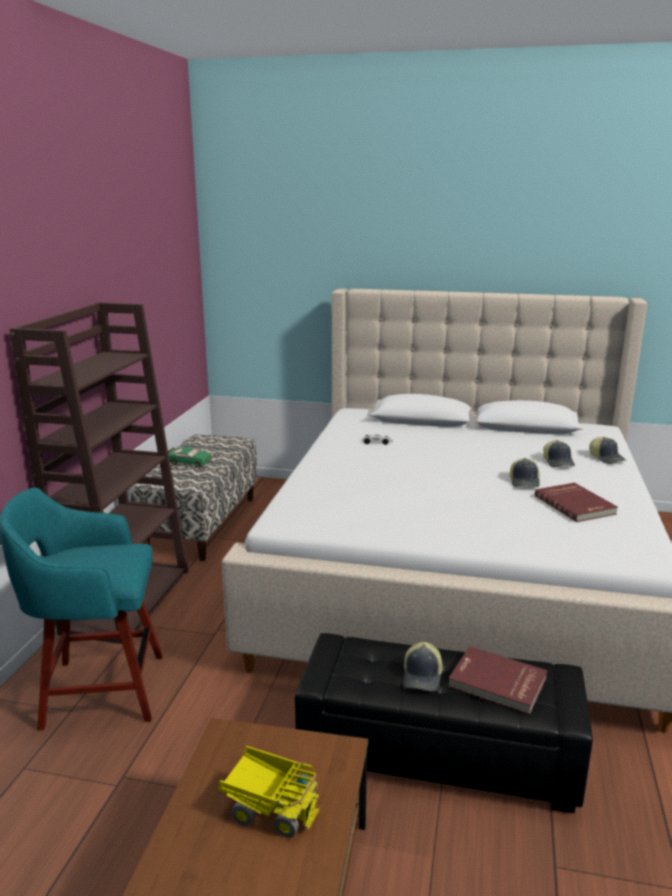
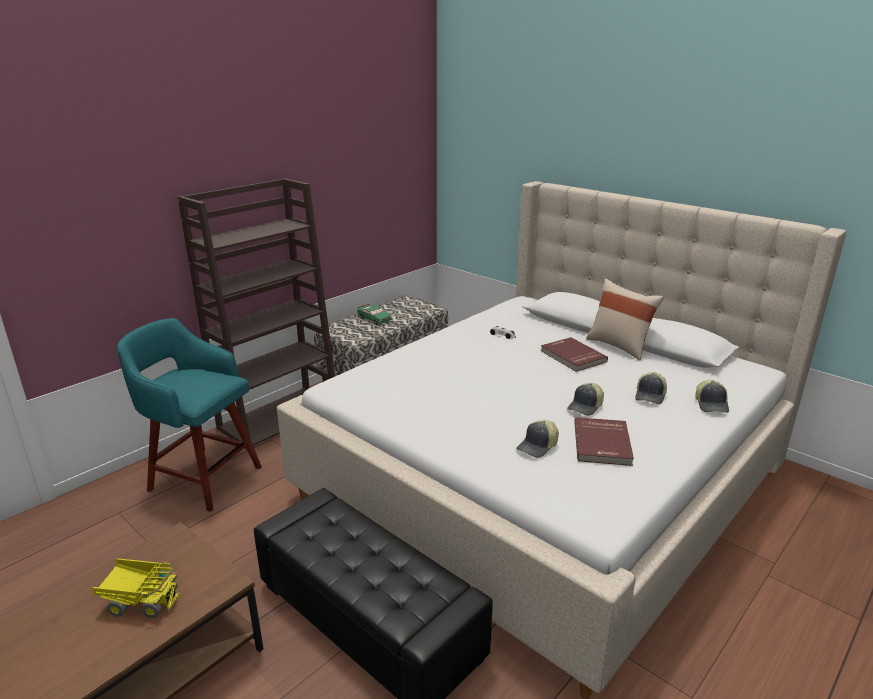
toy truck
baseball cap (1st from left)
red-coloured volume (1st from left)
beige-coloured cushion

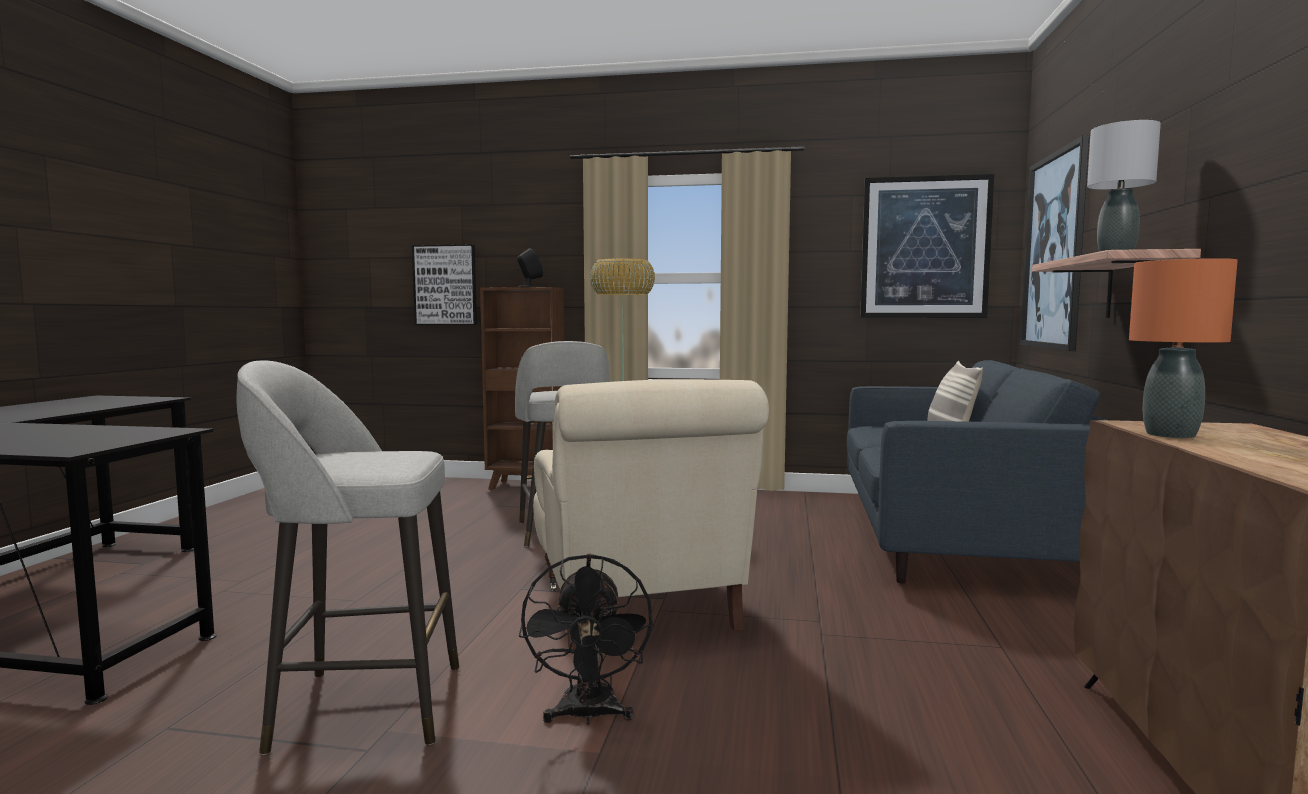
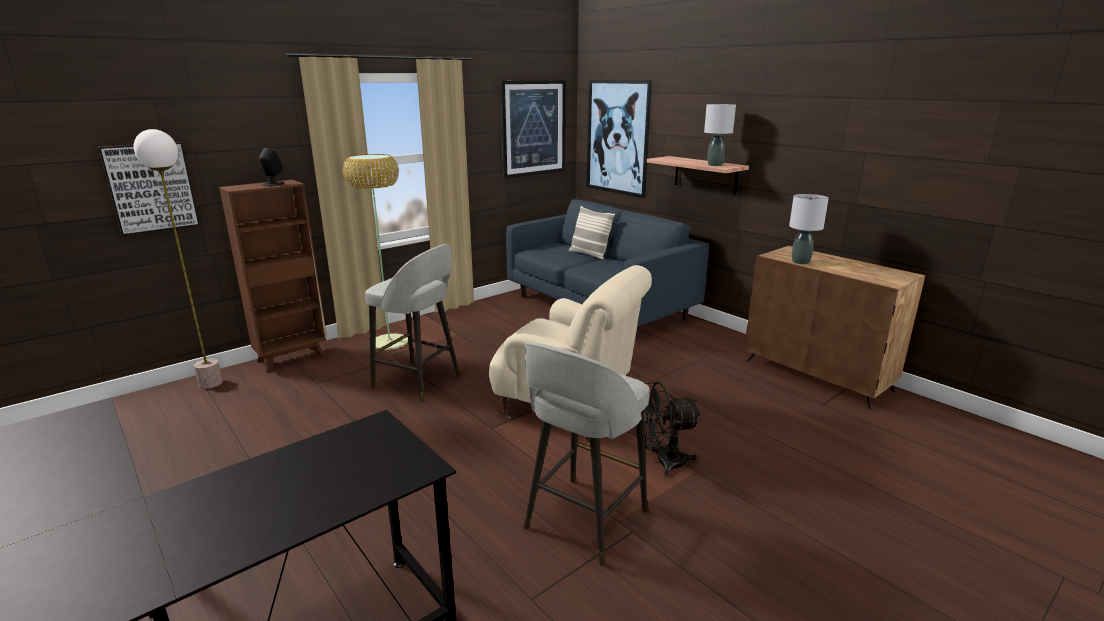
black electric fan
greyish tabletop lamp (2nd from left)
floor lamp (1st from left)

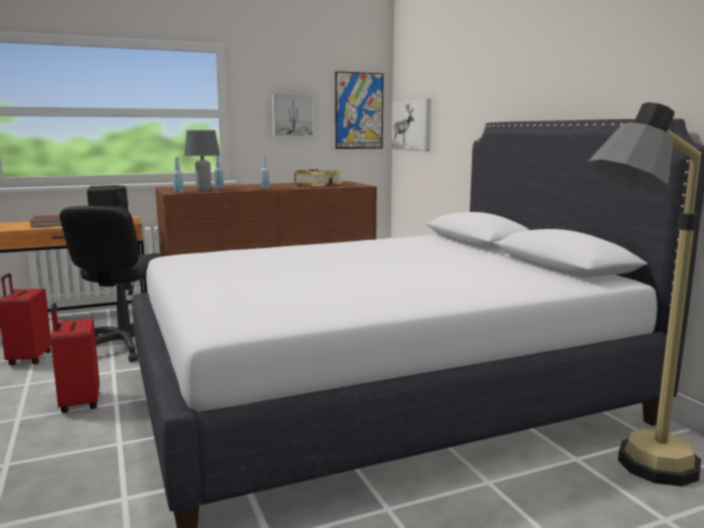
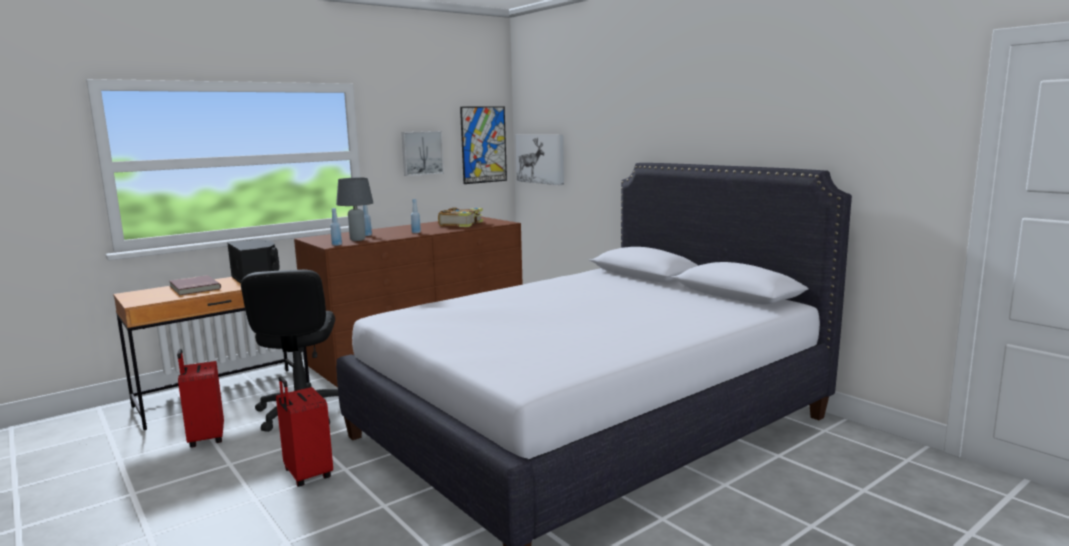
floor lamp

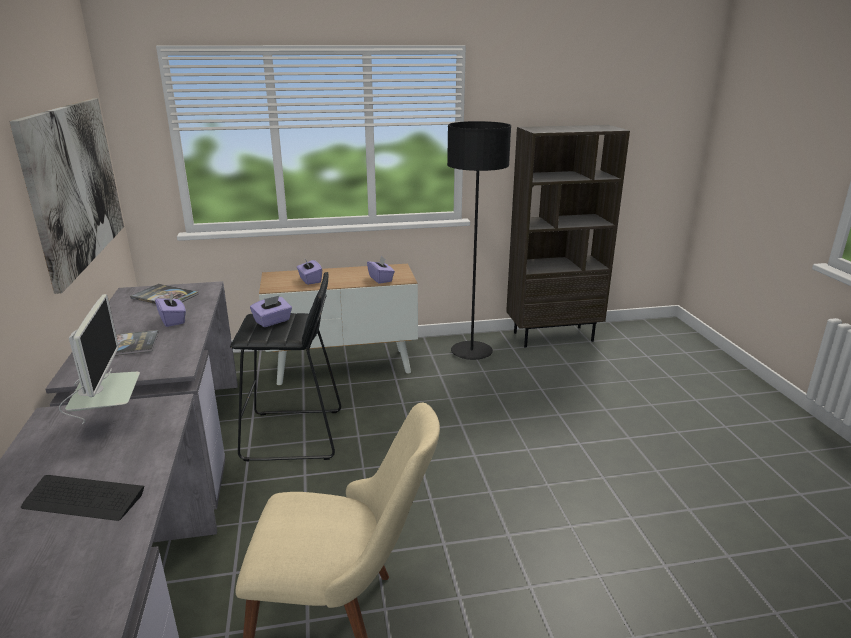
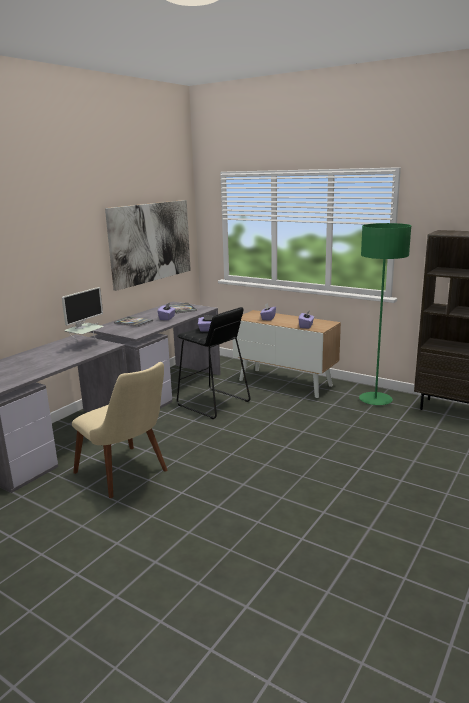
computer keyboard
green floor lamp

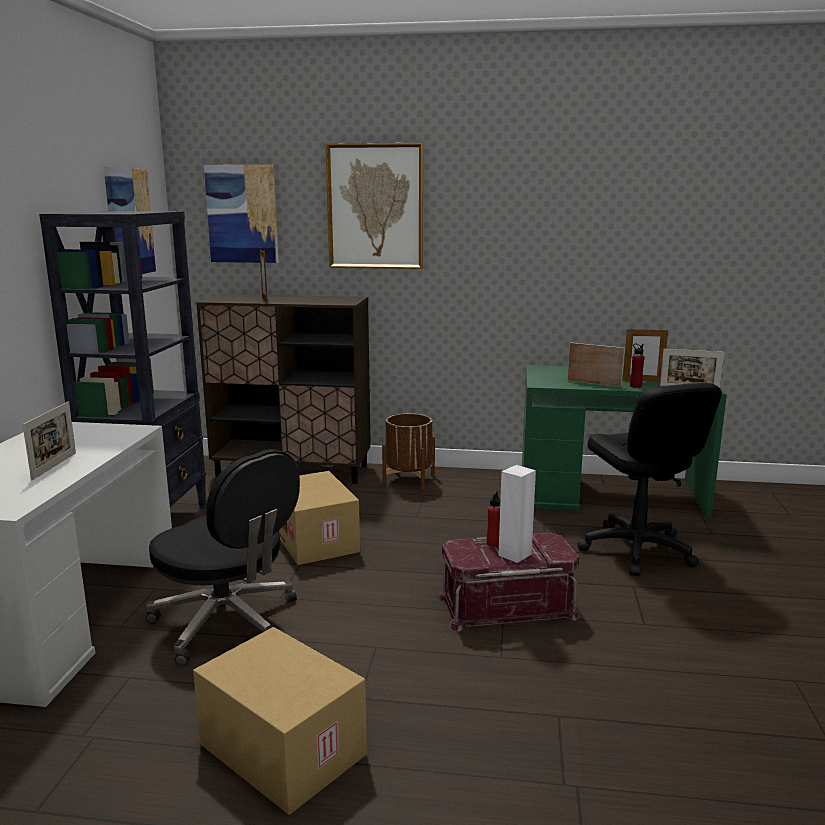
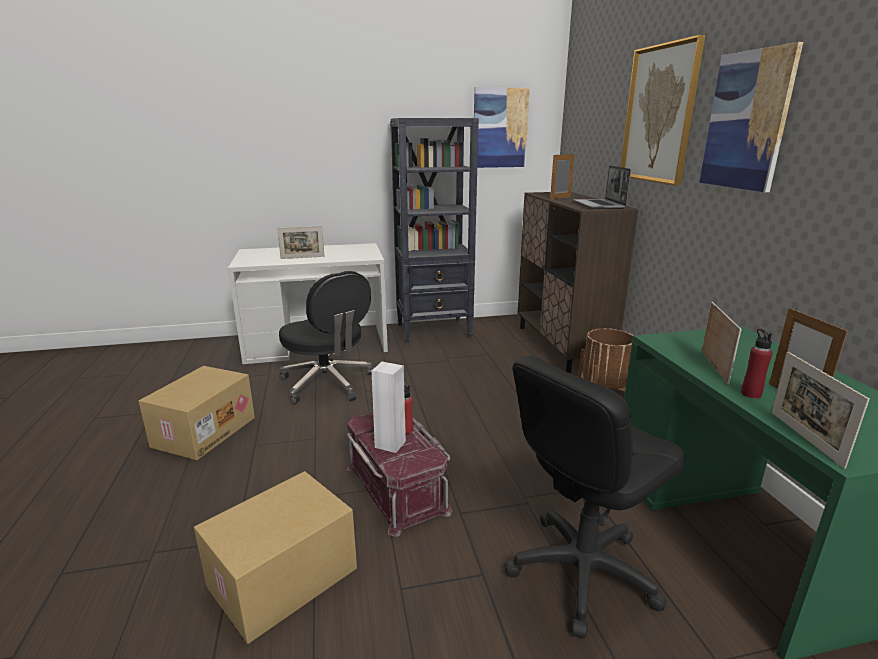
black computer chair (1st from left)
wall art (3rd from left)
carton (2nd from left)
notebook computer

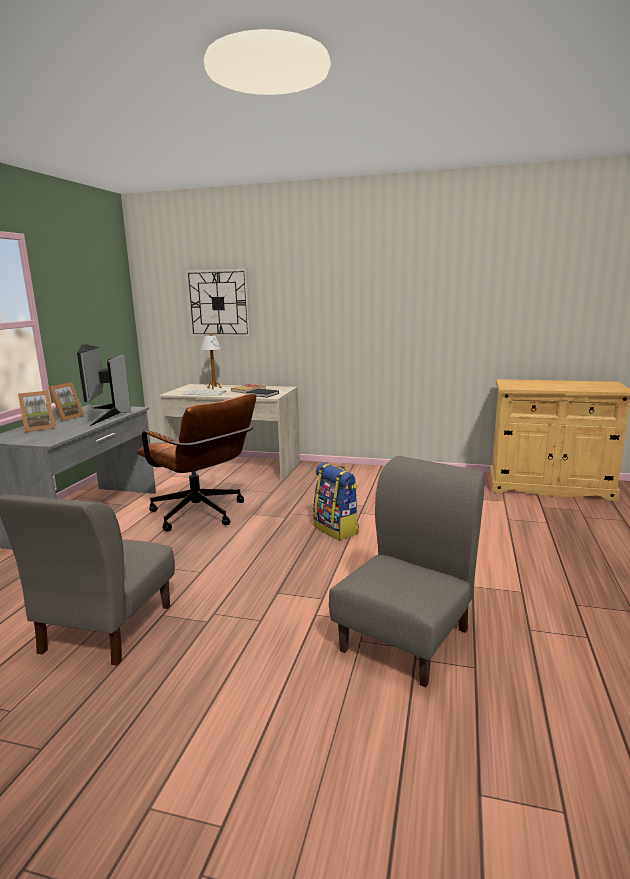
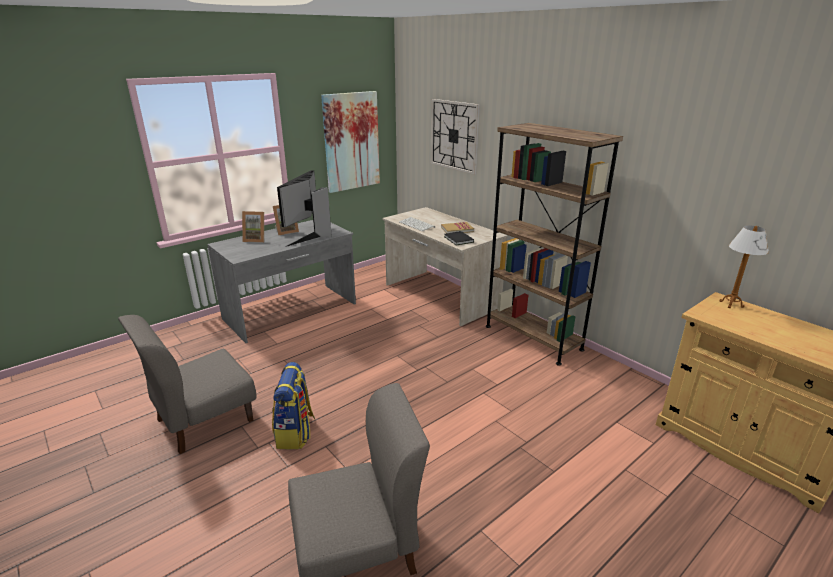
brown computer chair
tabletop lamp
backpack
wall art
brown shelving unit

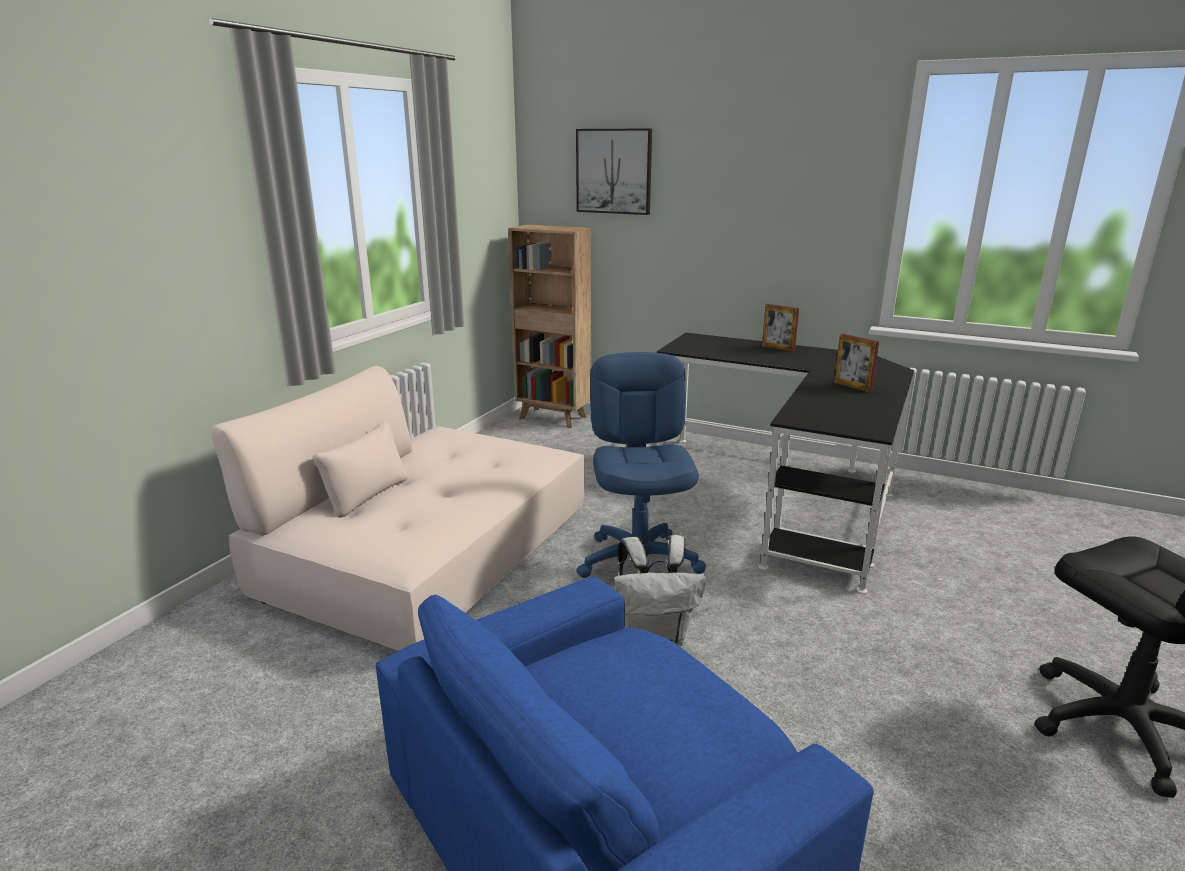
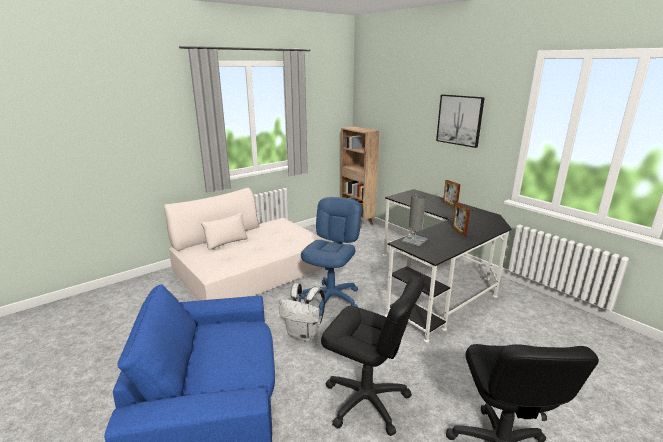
wall art
black computer chair (1st from left)
greyish tabletop lamp

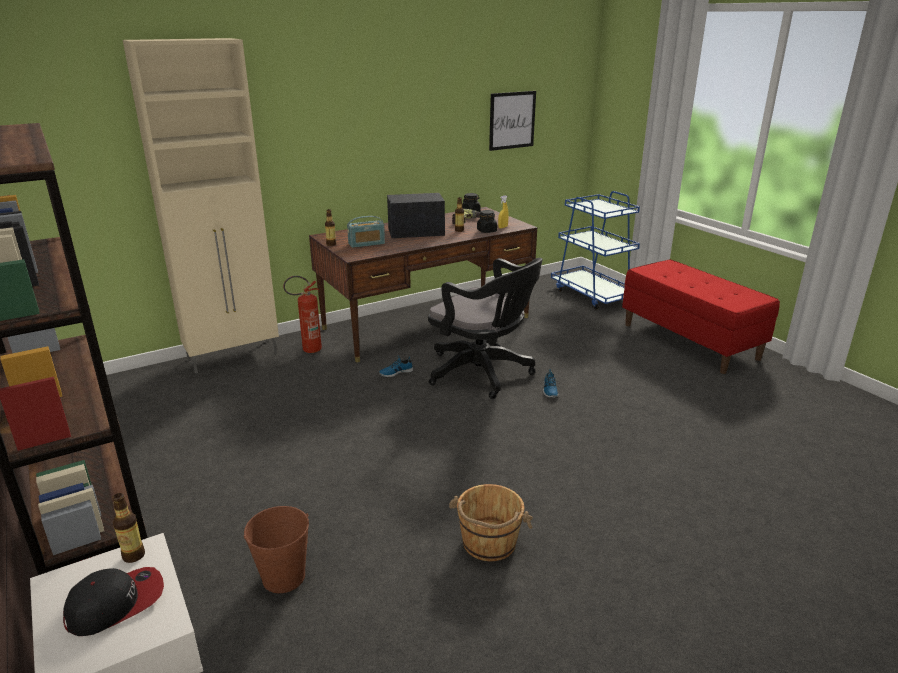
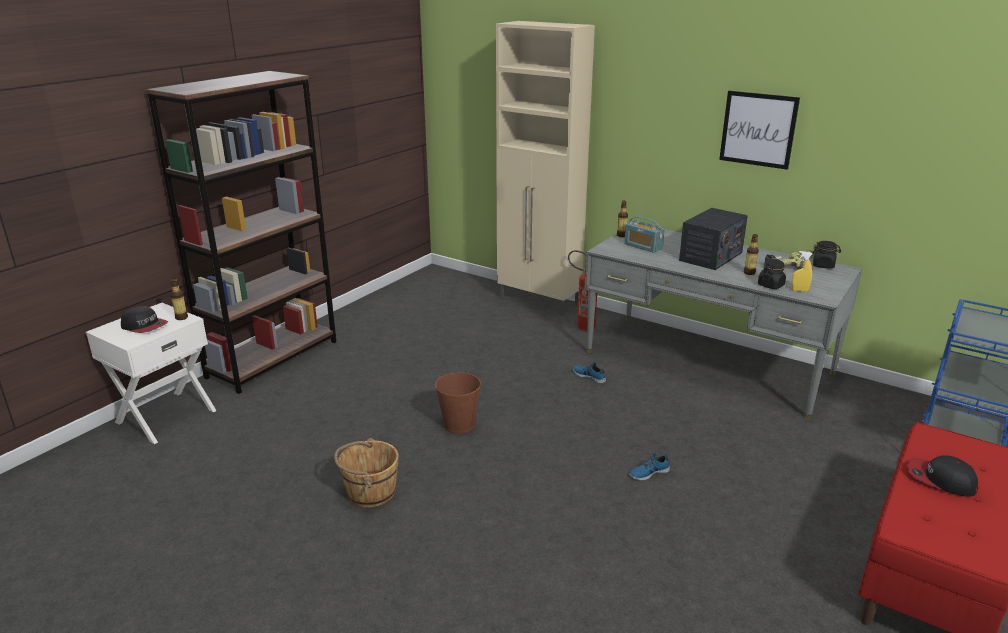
brown bucket (2nd from left)
greyish desk
radio set (2nd from left)
black computer chair
wall art
baseball cap (2nd from left)

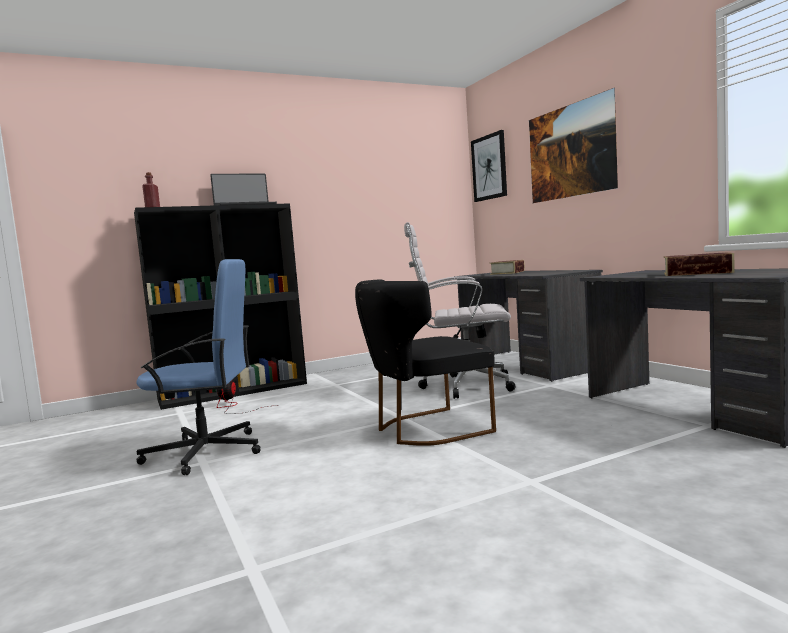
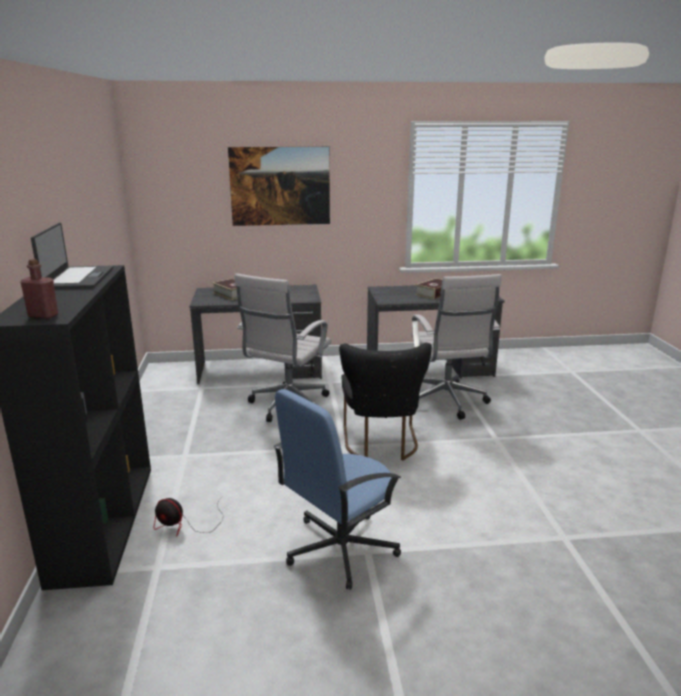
bluish computer chair
wall art (1st from left in the first image)
white-coloured computer chair (2nd from left)

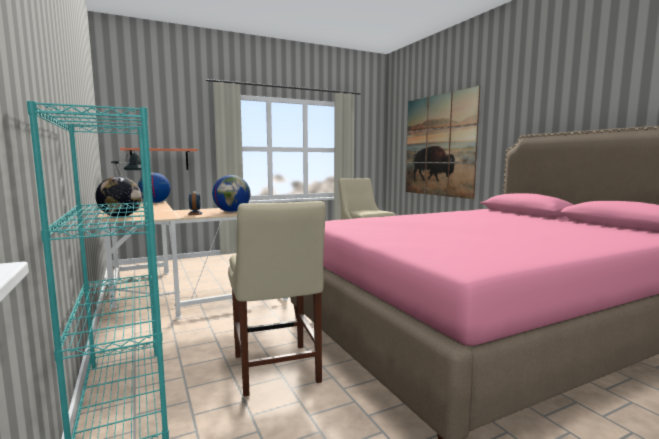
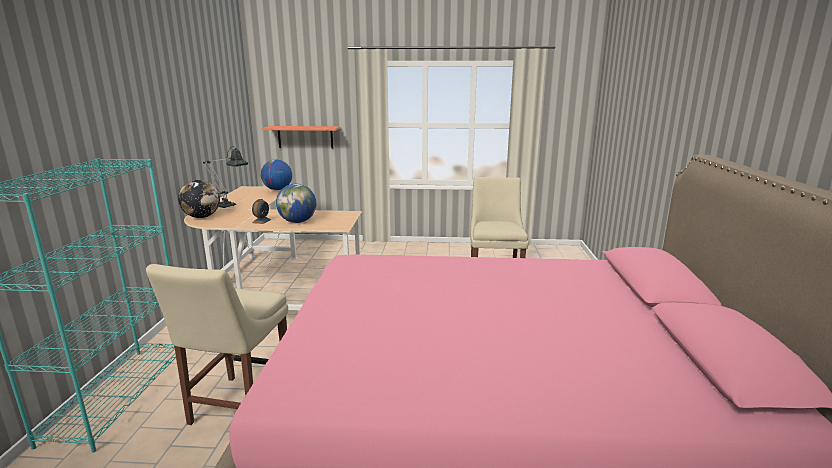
wall art

